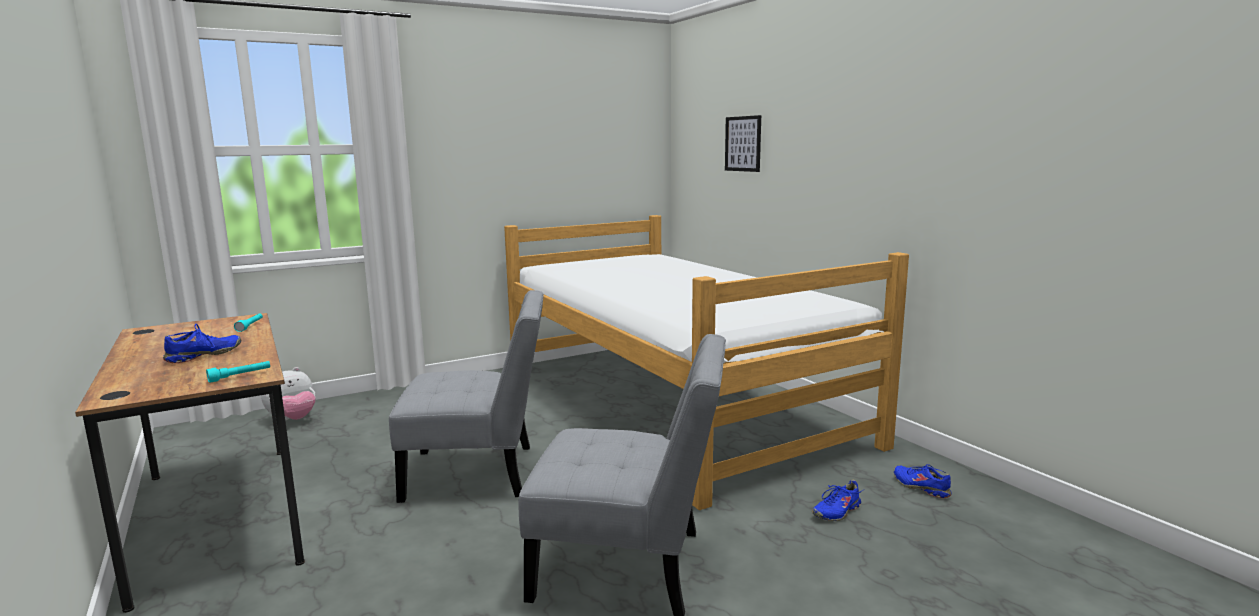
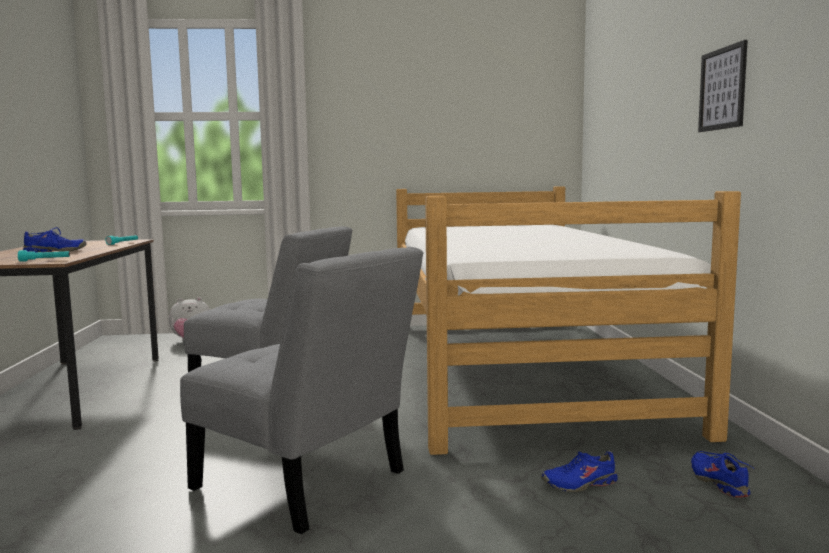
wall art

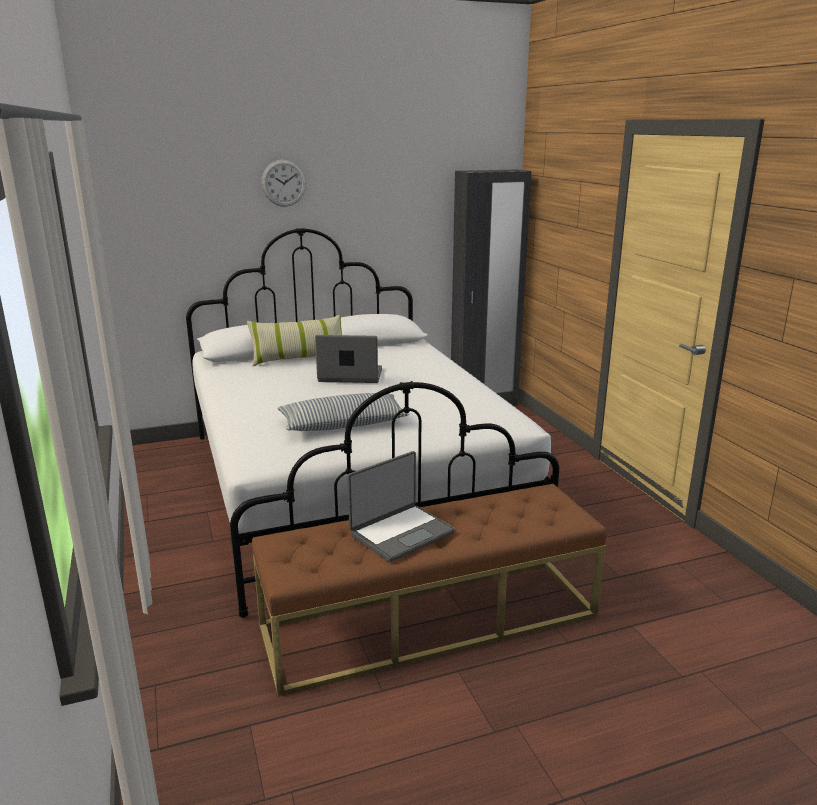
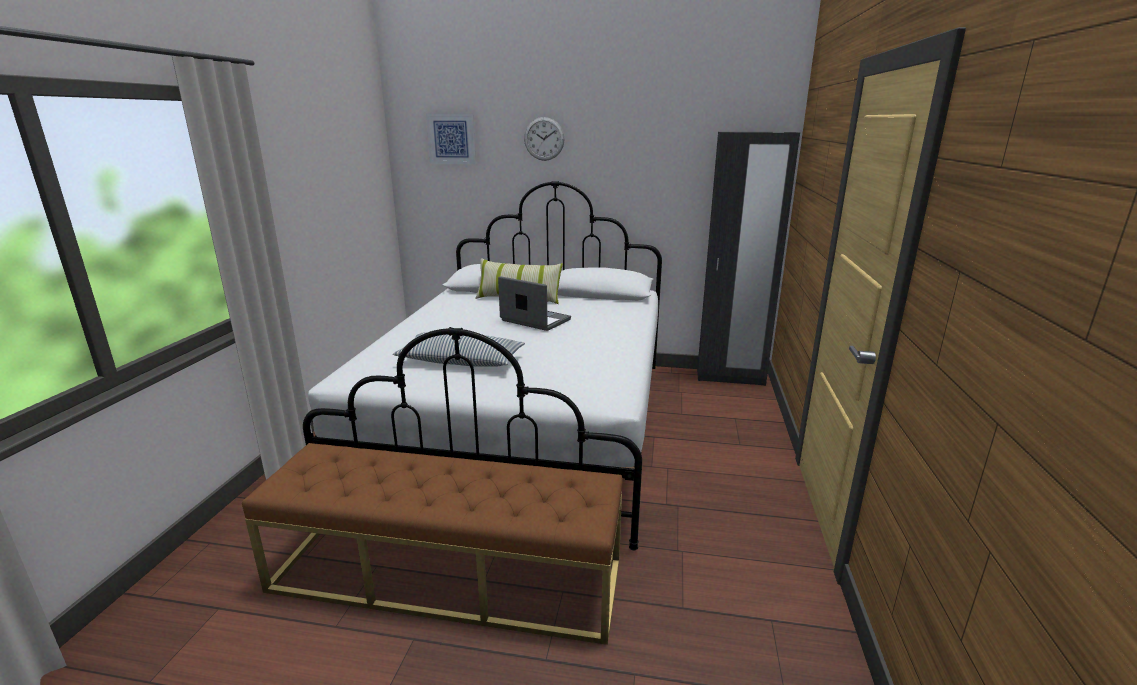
notebook computer (2nd from left in the first image)
wall art

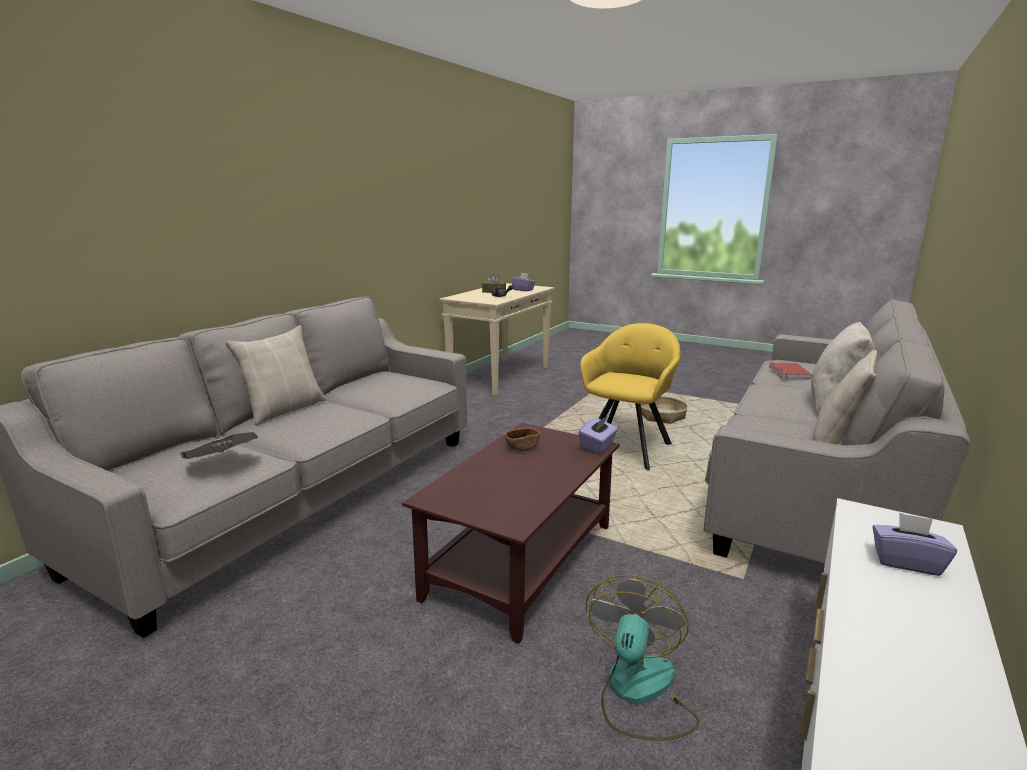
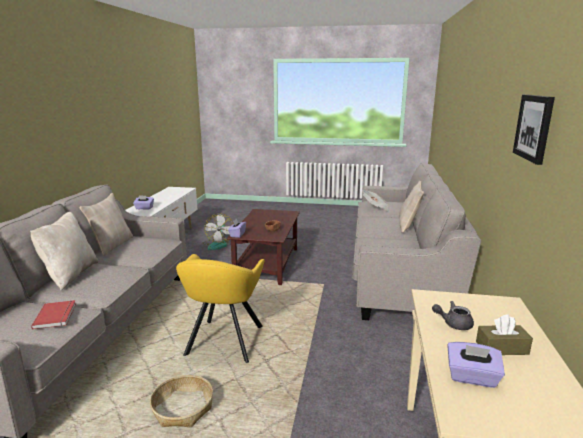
wall art

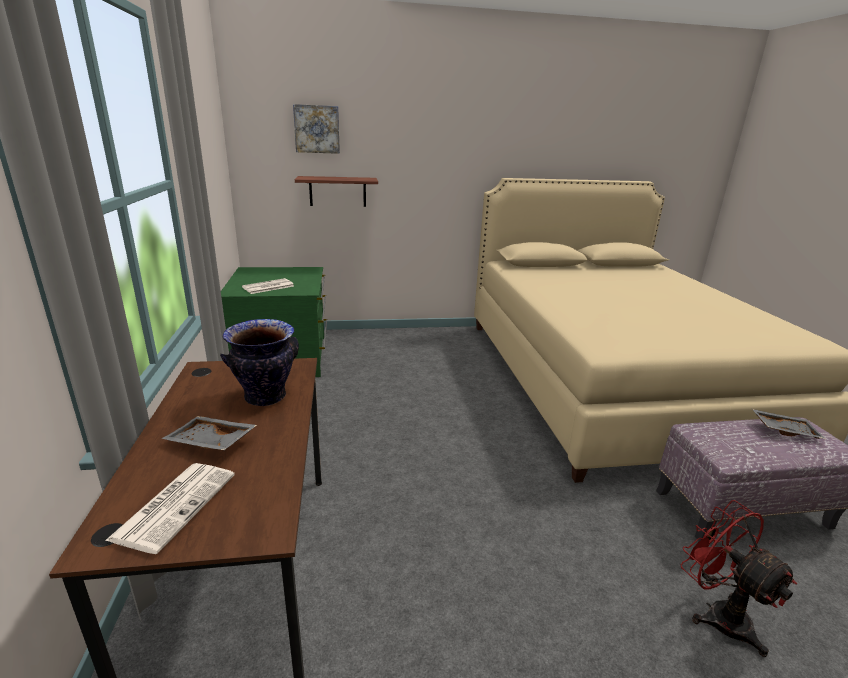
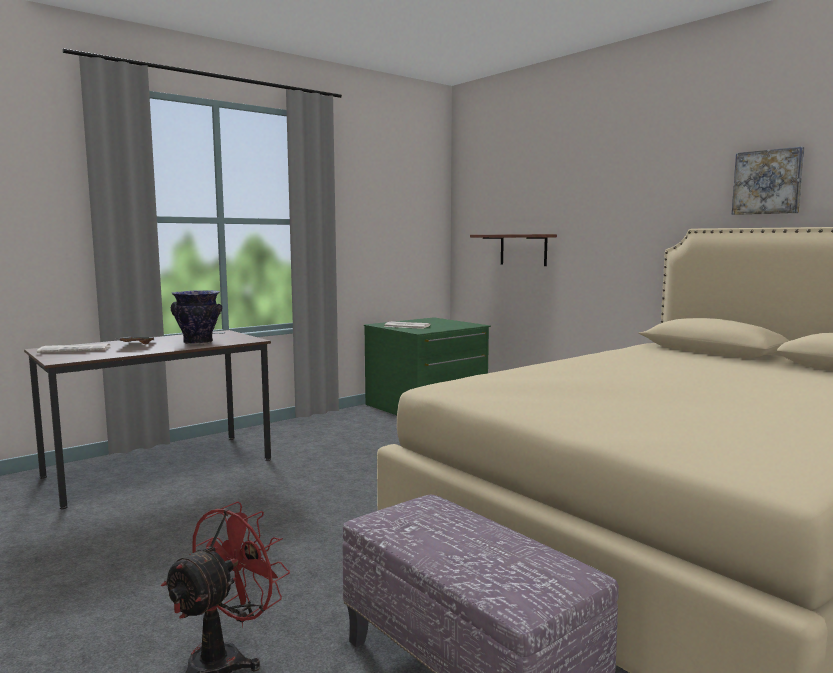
wall art
greyish carrying tray (2nd from left in the first image)

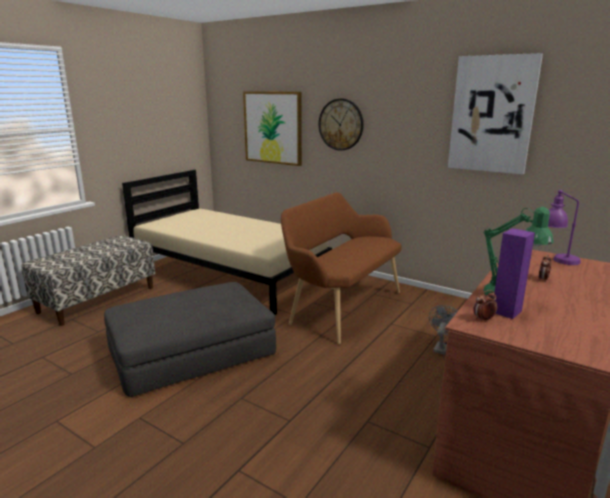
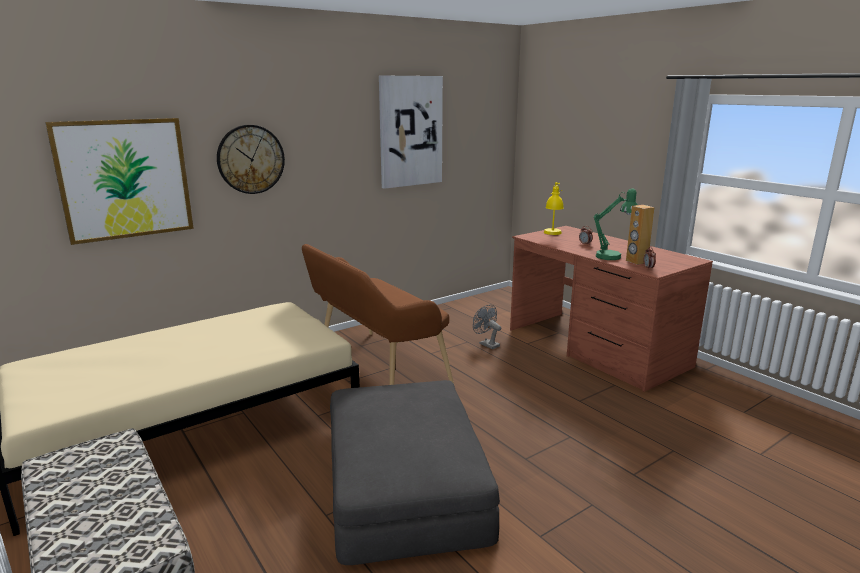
brown audio speaker
yellow tabletop lamp

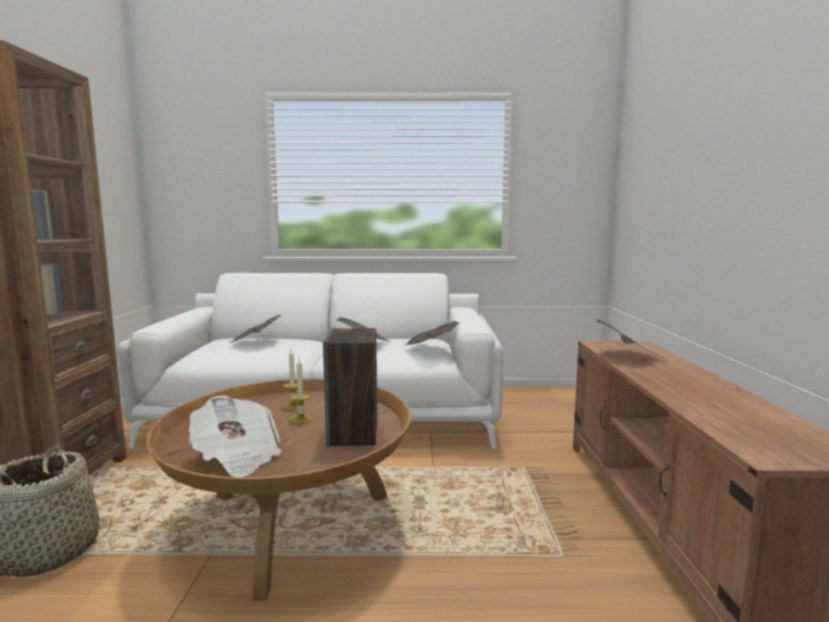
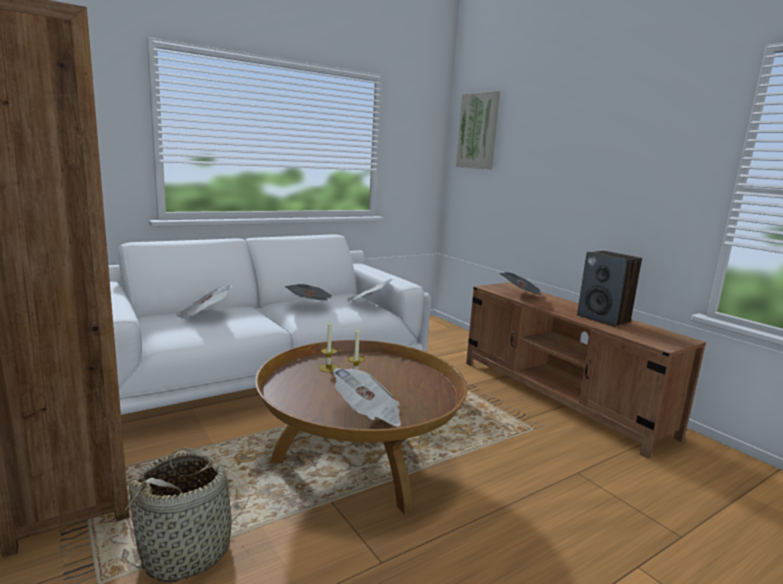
audio speaker
wall art

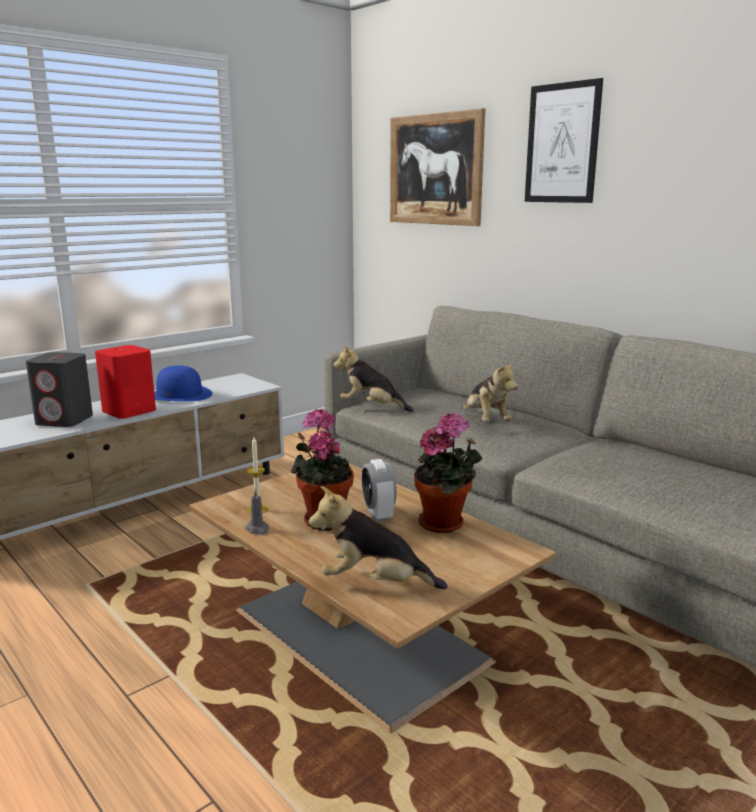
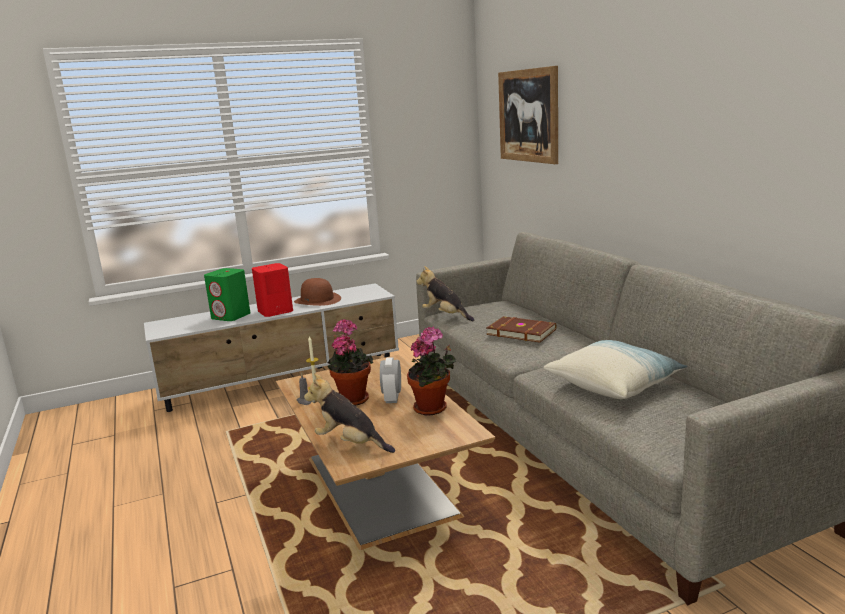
green audio speaker
brown hat
brown volume
wall art (2nd from left in the first image)
cushion

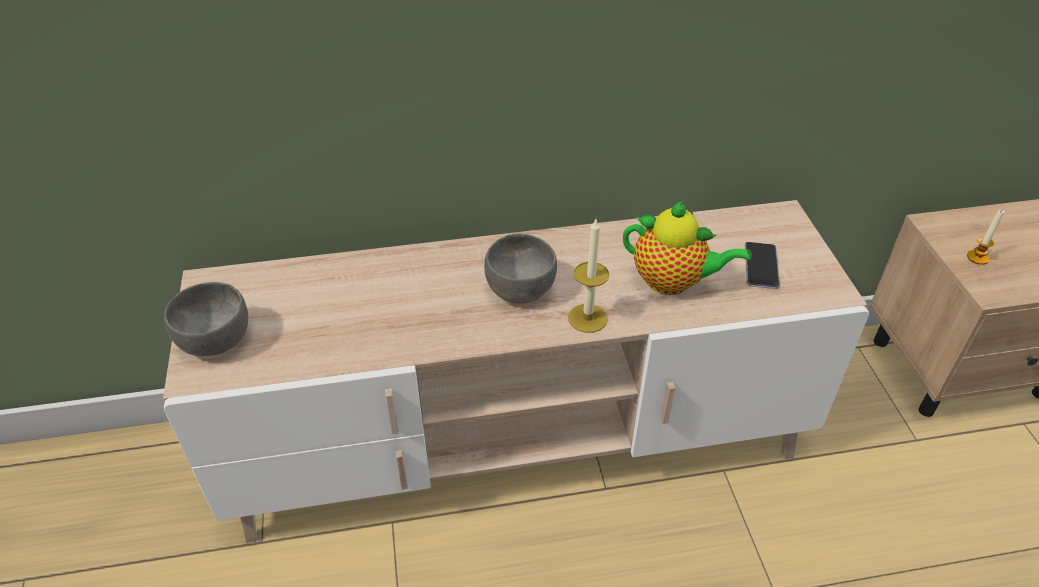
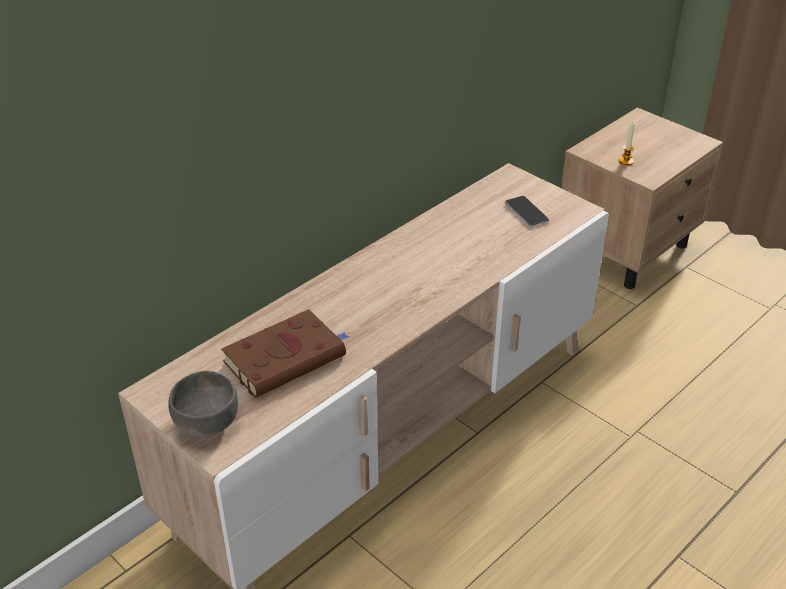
greyish serving bowl (2nd from left in the first image)
wax candle (1st from left in the first image)
tea pot
brown volume

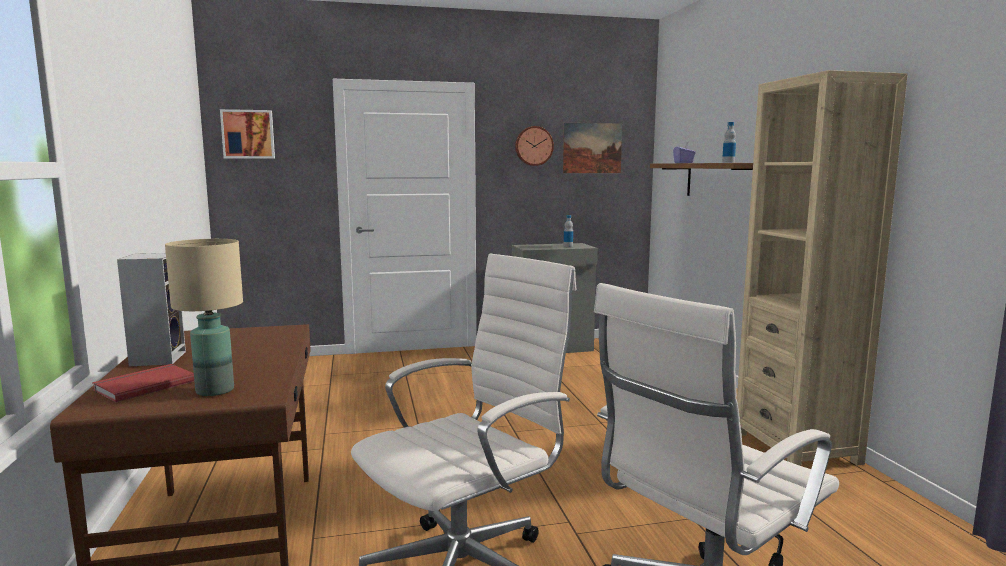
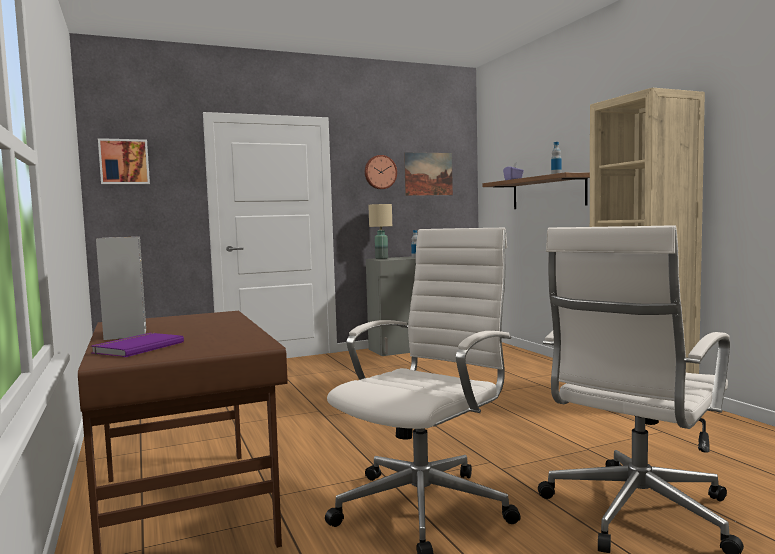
purple-coloured volume
beige-coloured tabletop lamp

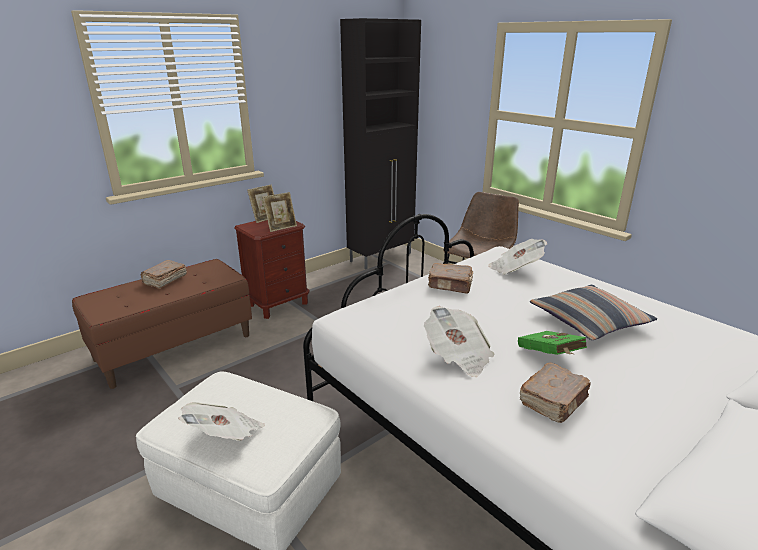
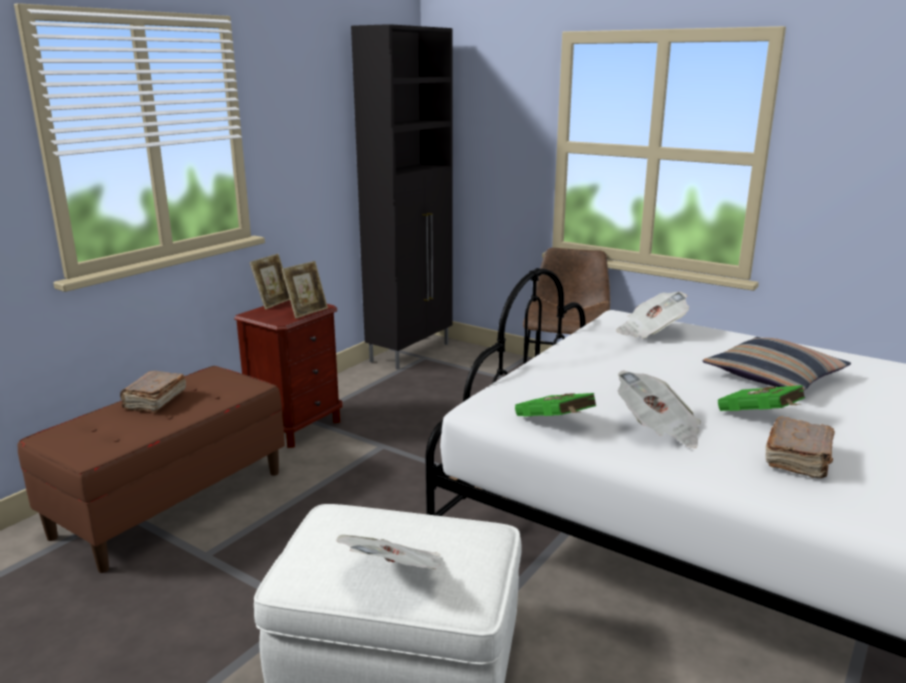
brown volume (2nd from left in the first image)
green volume (1st from left)

